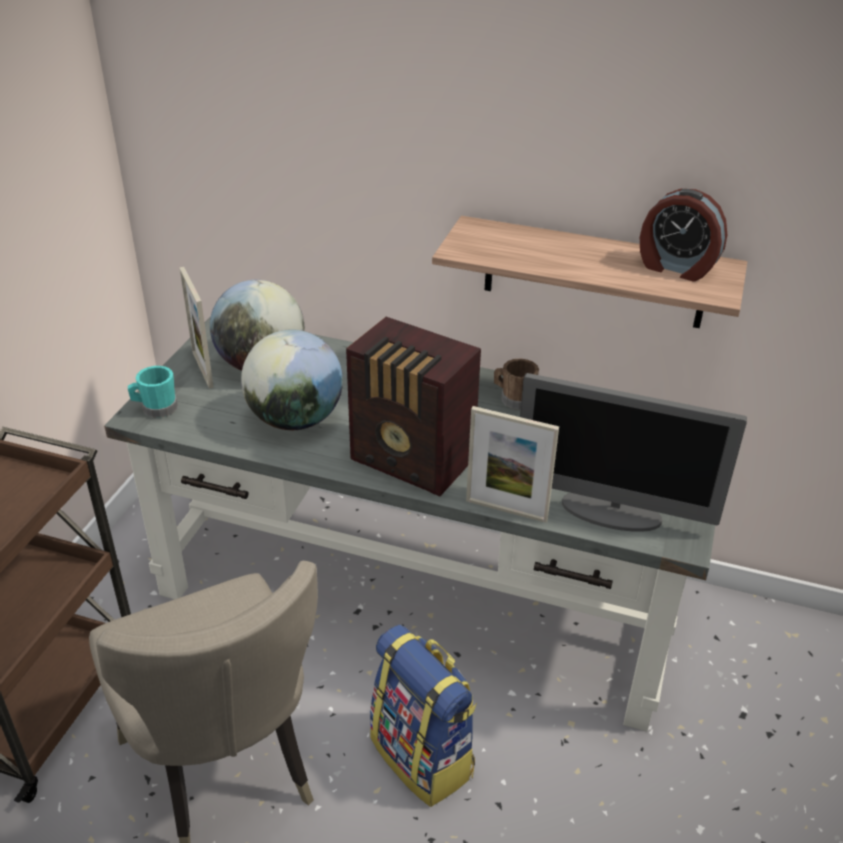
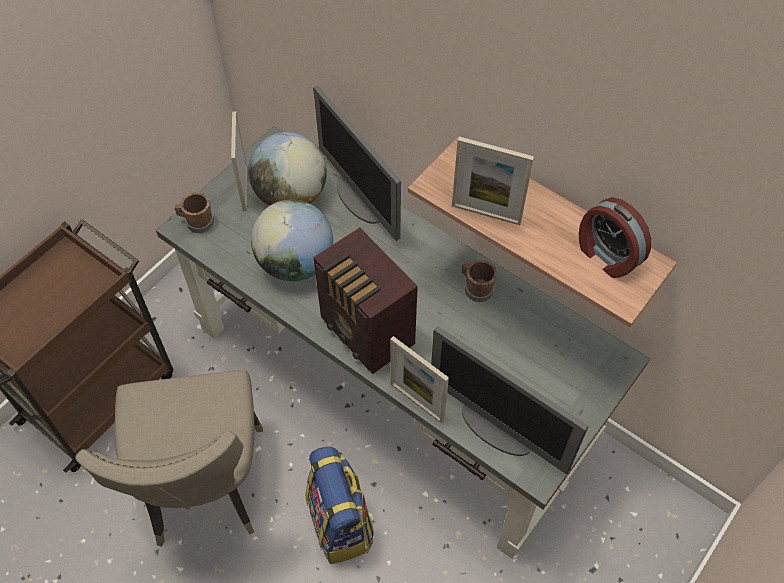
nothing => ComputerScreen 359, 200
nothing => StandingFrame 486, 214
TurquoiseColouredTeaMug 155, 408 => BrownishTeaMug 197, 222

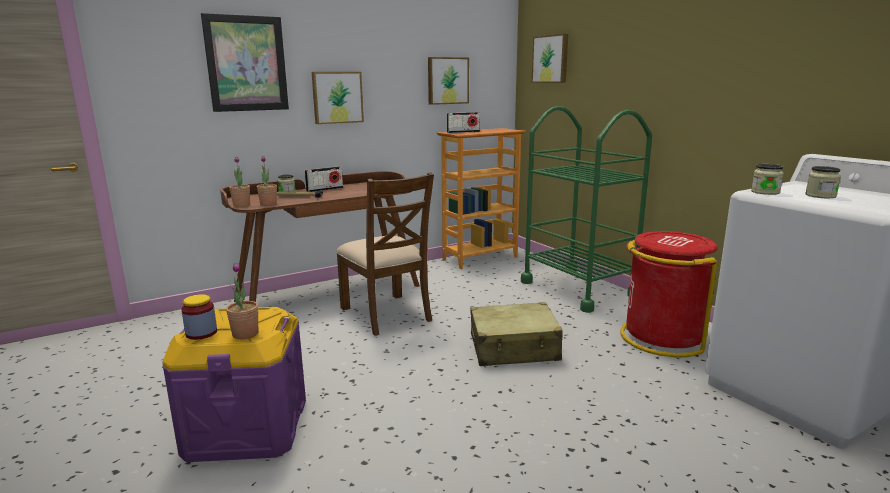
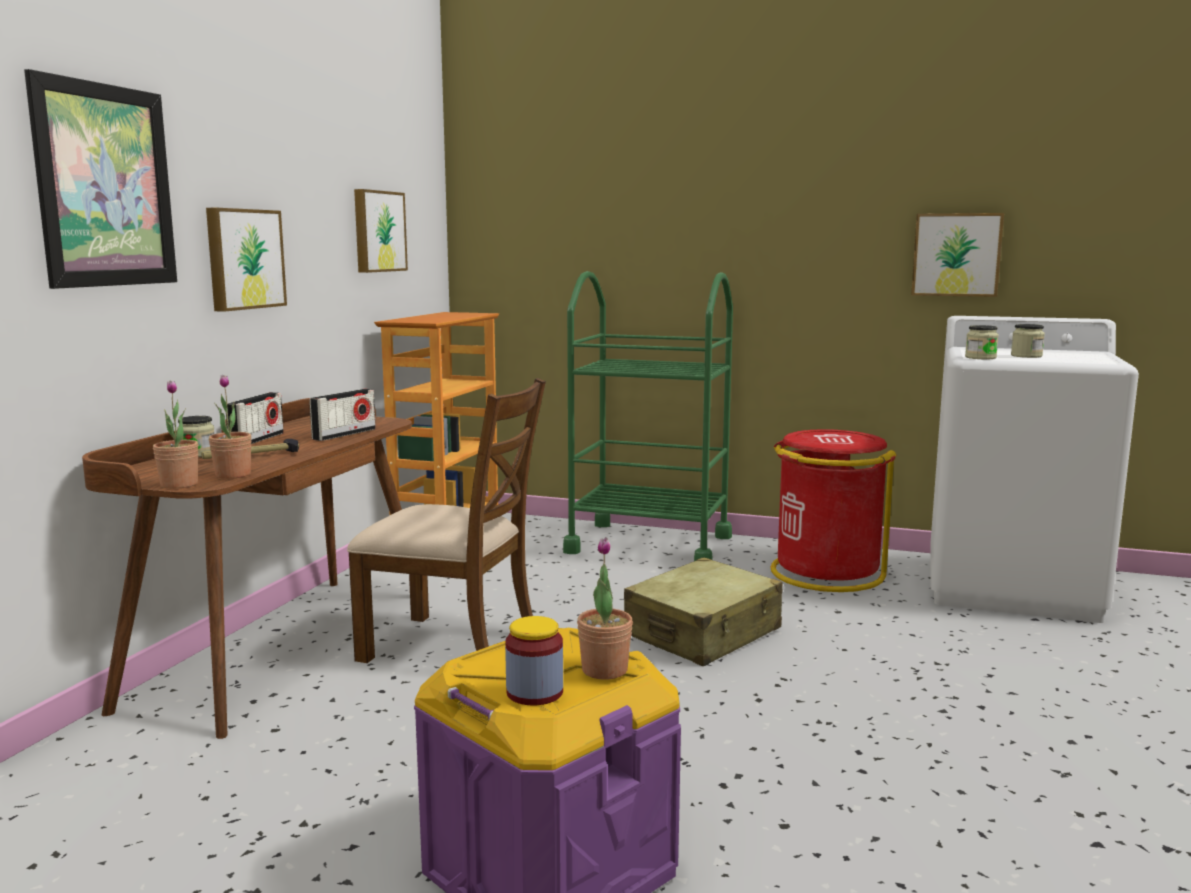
RadioSet 463, 132 => RadioSet 344, 434, move
WallArt 551, 59 => WallArt 956, 254, move

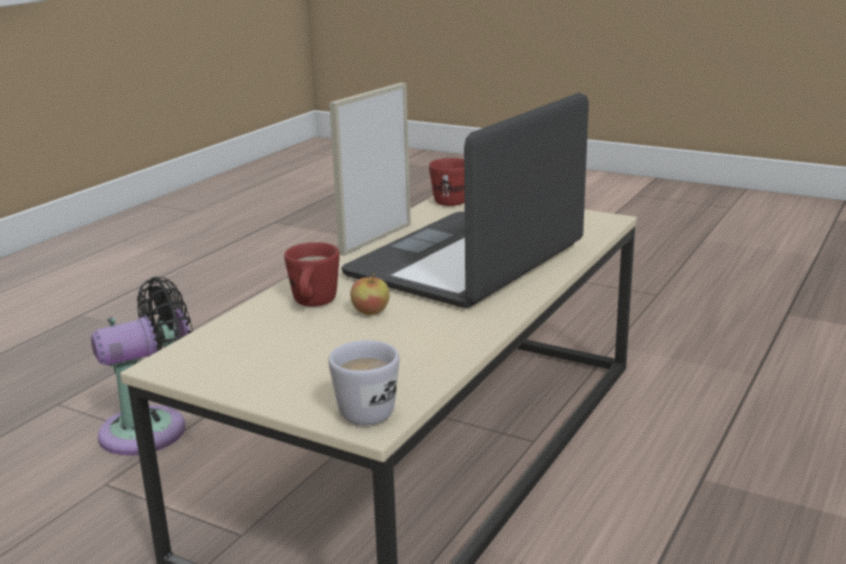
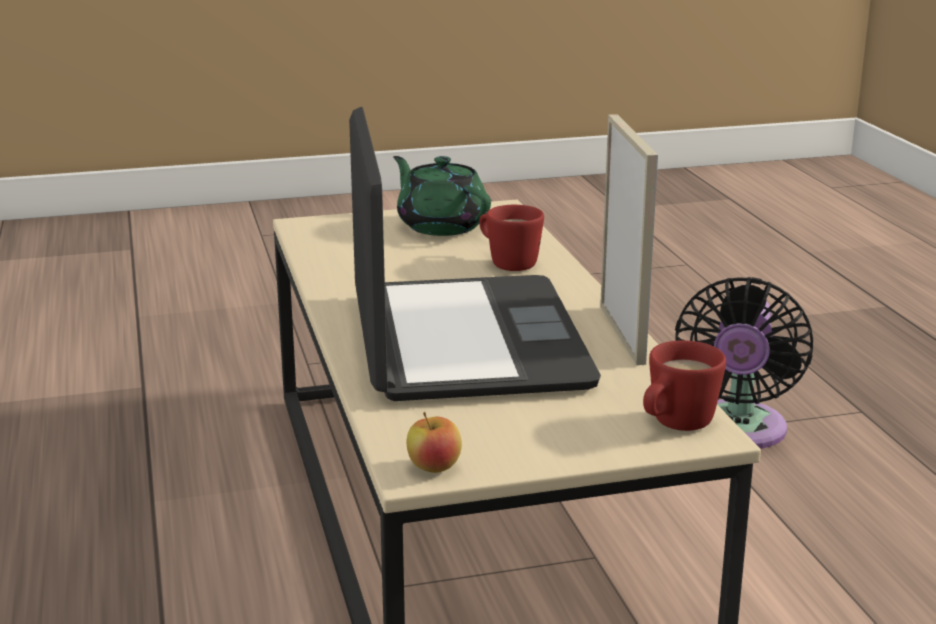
WhiteTeaMug 371, 408 => nothing
nothing => GreenColouredTeapot 441, 225
AppleFruit 371, 312 => AppleFruit 434, 468, move

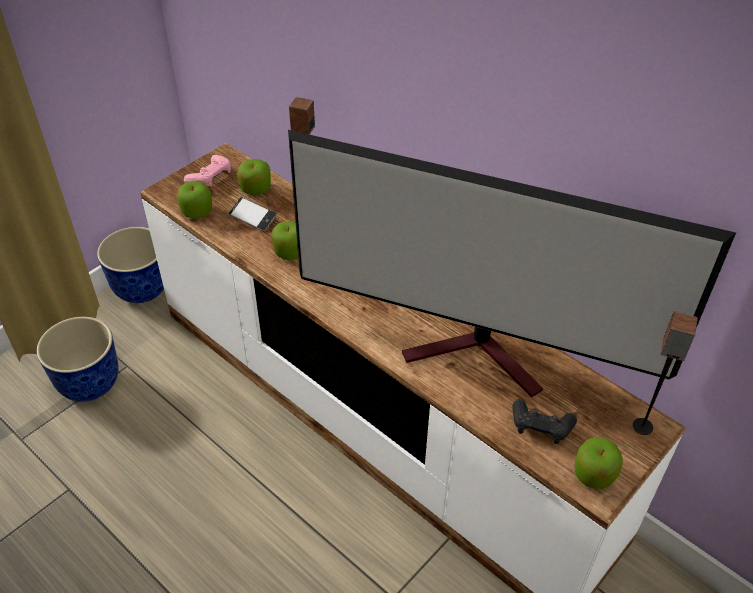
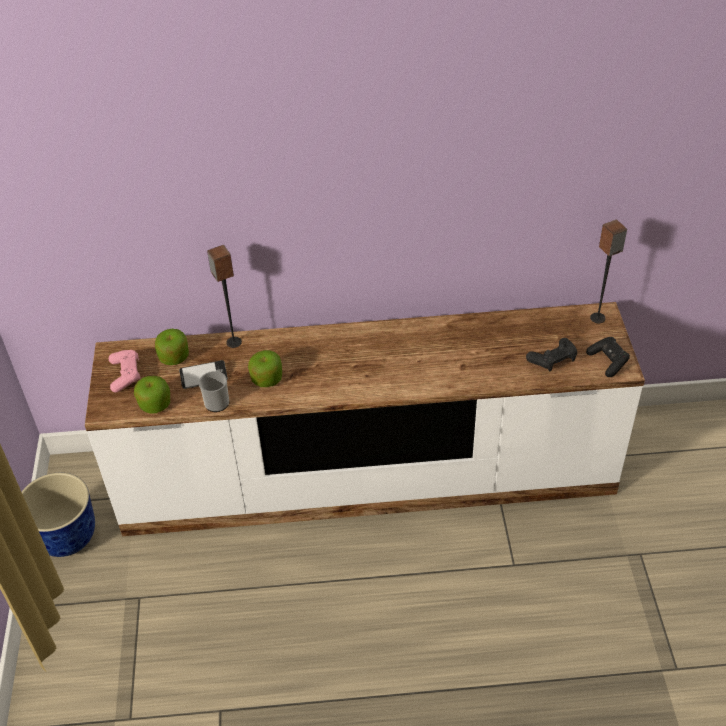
FlowerPot 91, 383 => nothing
TvSet 480, 356 => nothing
nothing => TeaMug 217, 400
AppleFruit 594, 474 => BlackGameController 608, 361

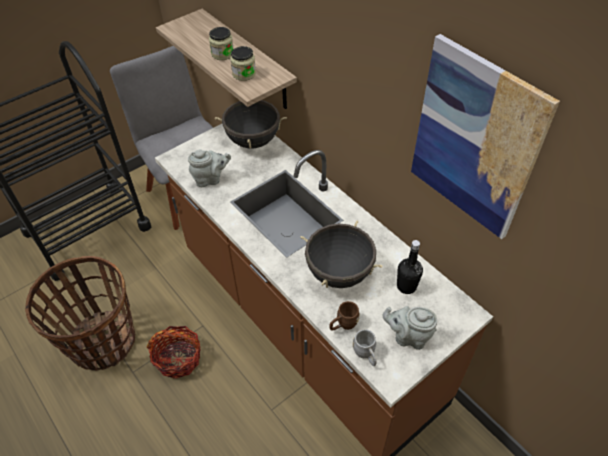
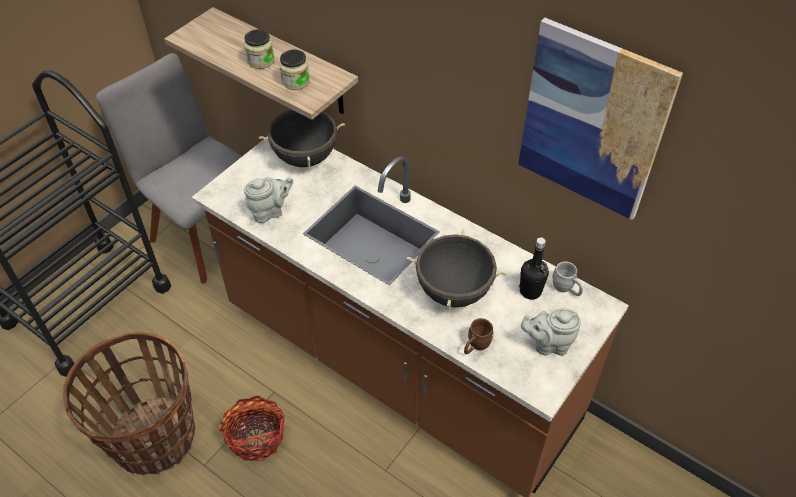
GreyishTeaMug 366, 355 => GreyishTeaMug 566, 289, move

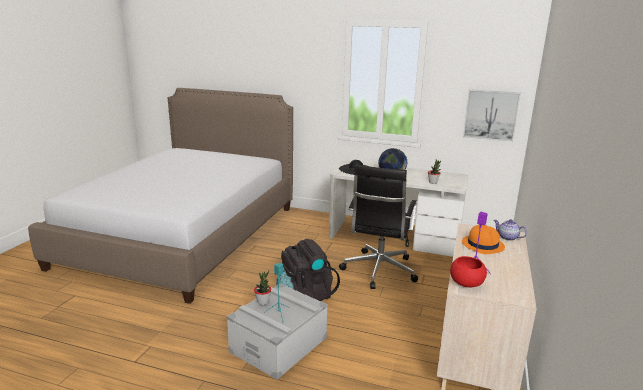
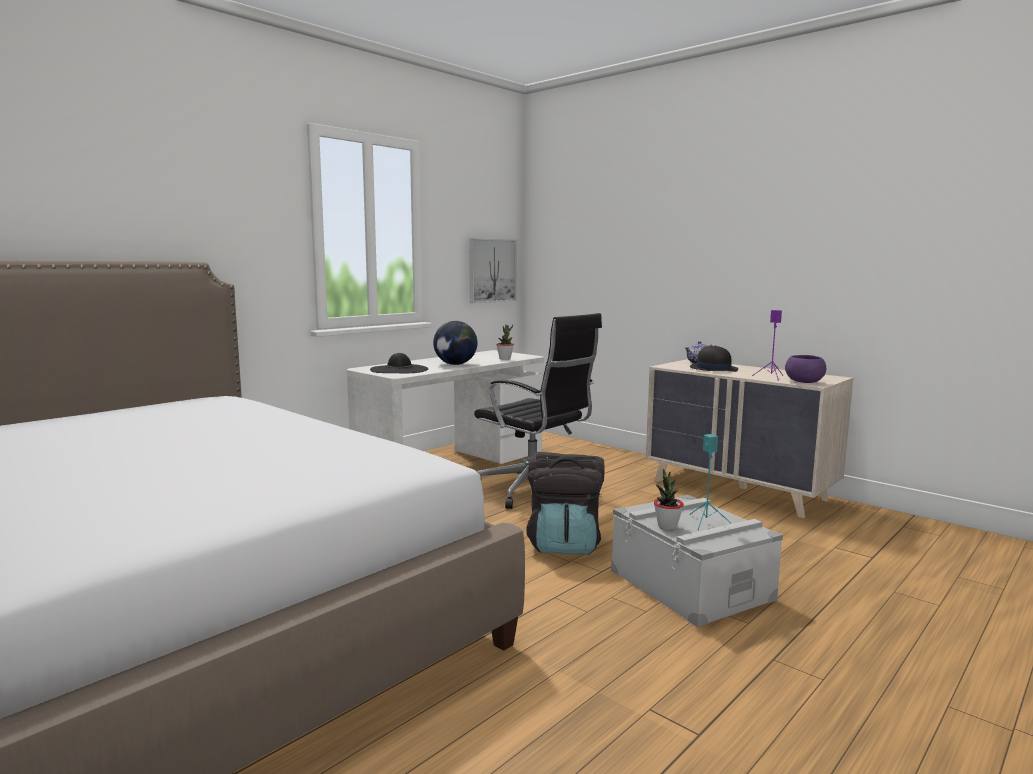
RedServingBowl 466, 283 => PurpleColouredServingBowl 804, 382
OrangeyWearableHat 482, 244 => BlackWearableHat 713, 369

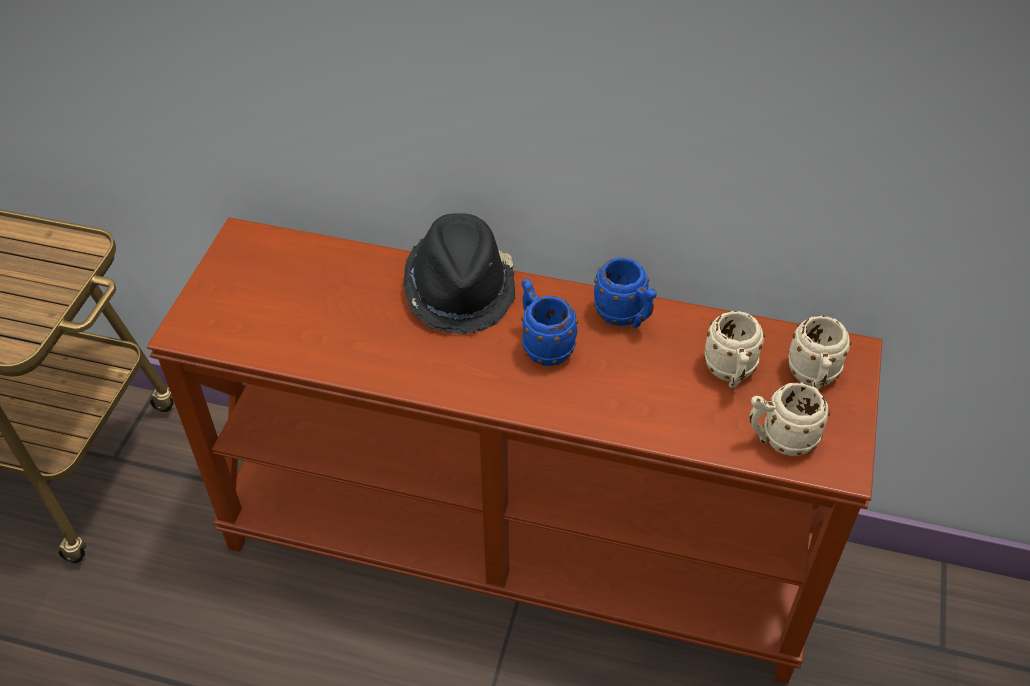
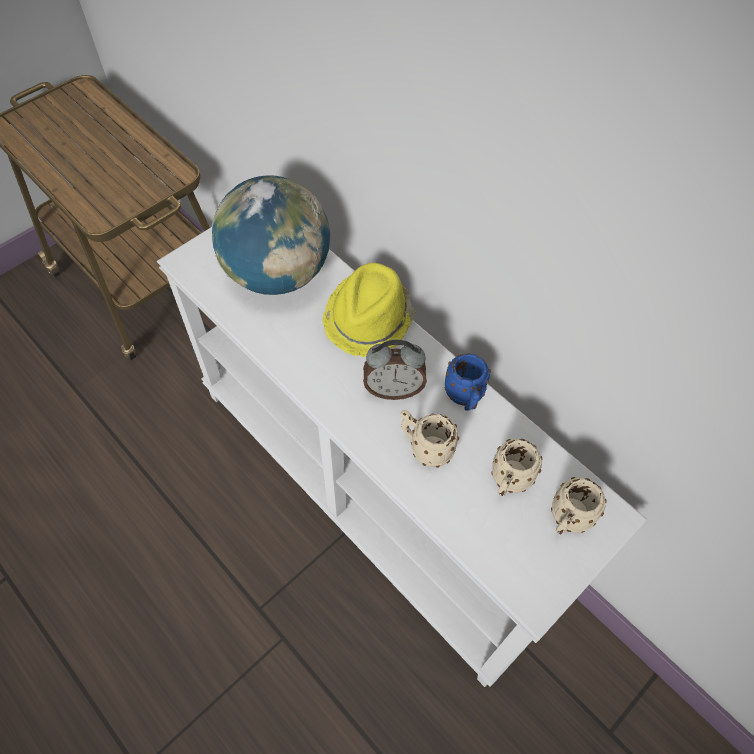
nothing => DeskGlobe 277, 274
BeigeTeaMug 779, 439 => BeigeTeaMug 425, 448, move
BlueTeaMug 543, 345 => BedsideClock 393, 389
BrownishNarrowTable 518, 545 => WhiteNarrowTable 376, 491
BlackWearableHat 460, 289 => YellowishWearableHat 369, 318

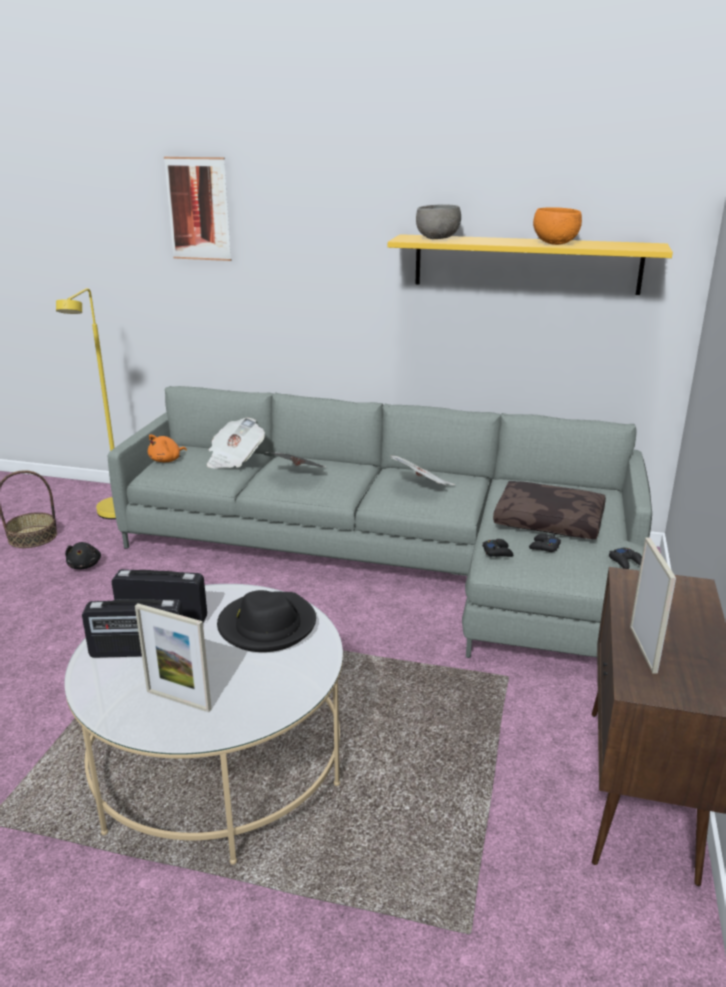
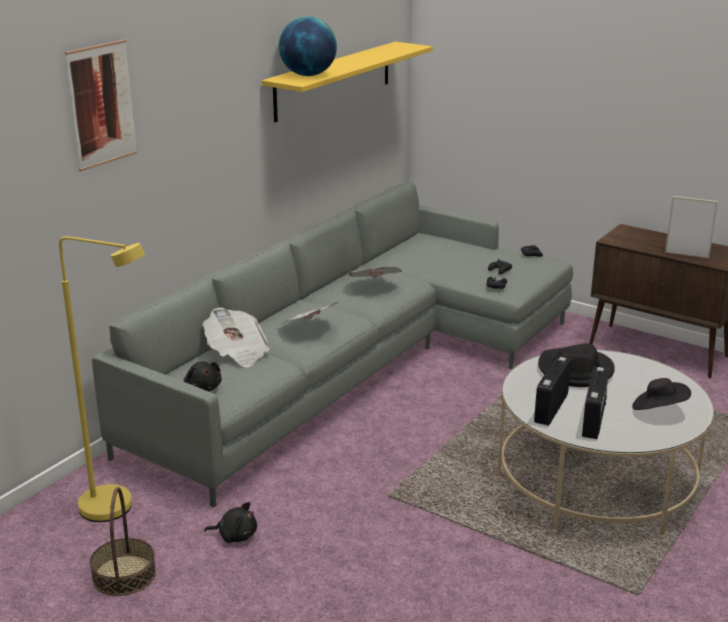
BrownishCushion 550, 521 => nothing
OrangeyServingBowl 555, 243 => nothing
StandingFrame 178, 700 => BlackWearableHat 658, 409
GreyishServingBowl 437, 239 => DeskGlobe 308, 75
OrangeySoftToy 167, 460 => BlackSoftToy 203, 388

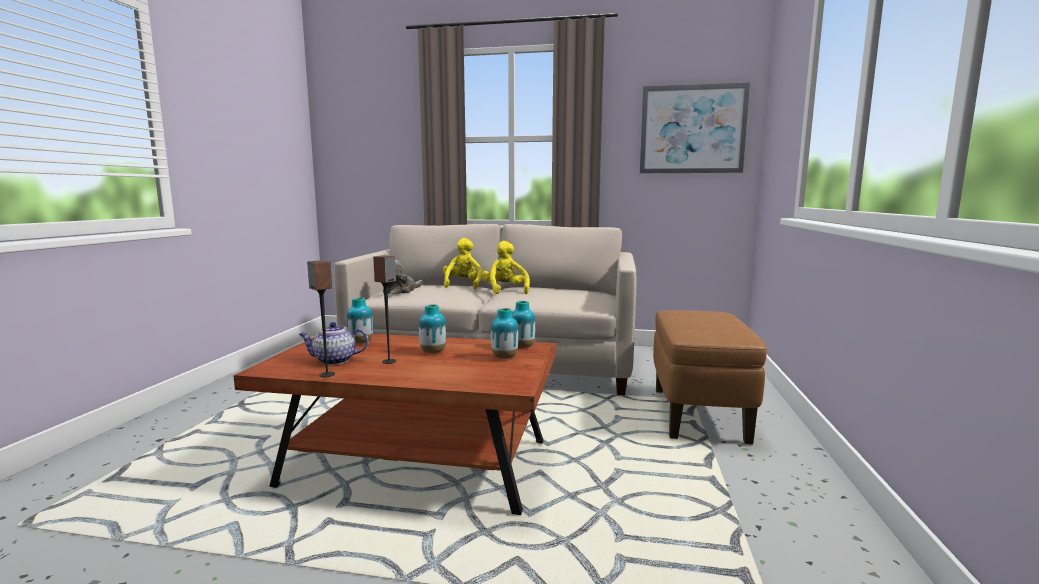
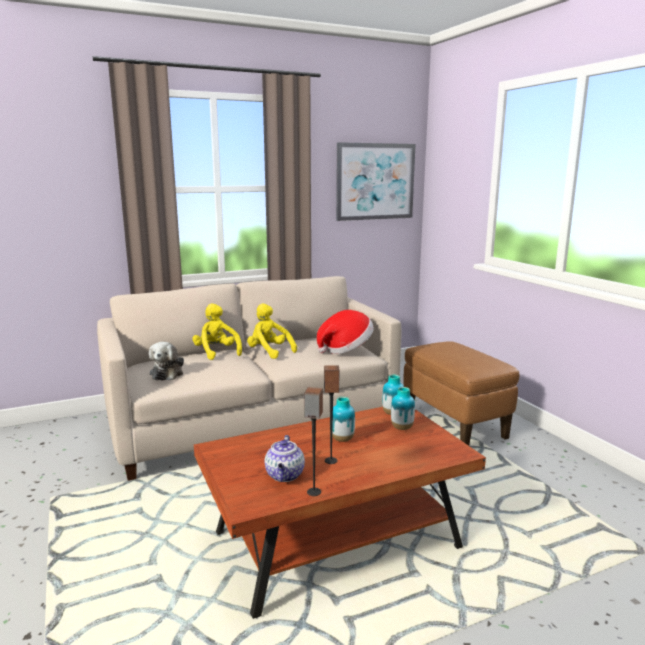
FlowerVase 361, 342 => nothing
nothing => WearableHat 345, 349
Teapot 334, 361 => Teapot 285, 476, 45 degrees counterclockwise

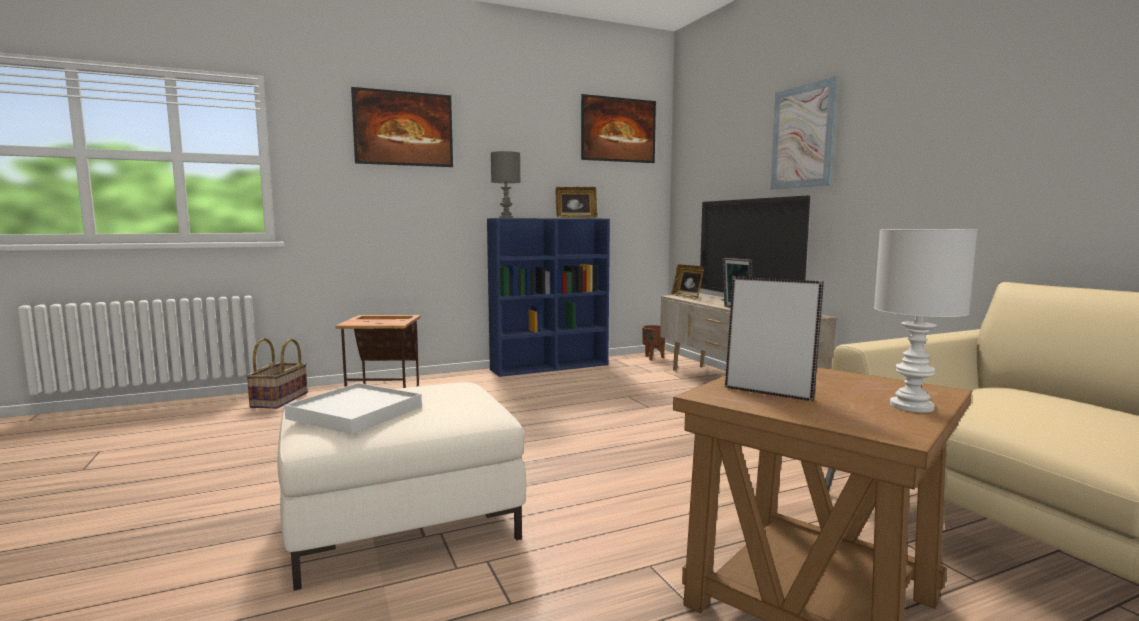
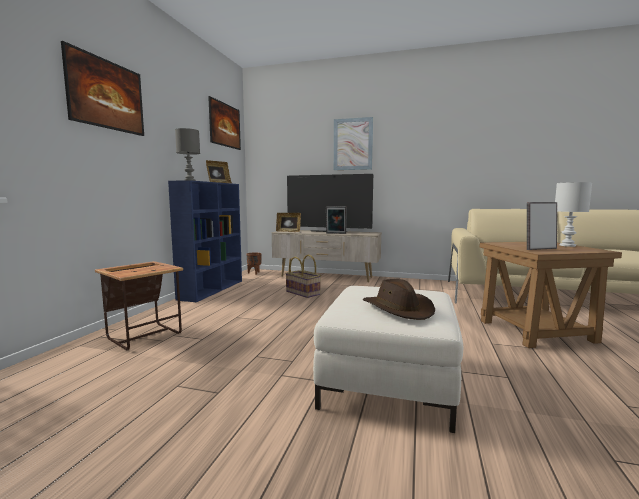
Basket 280, 400 => Basket 303, 293, move
WhiteCarryingTray 356, 413 => BrownishWearableHat 398, 308

